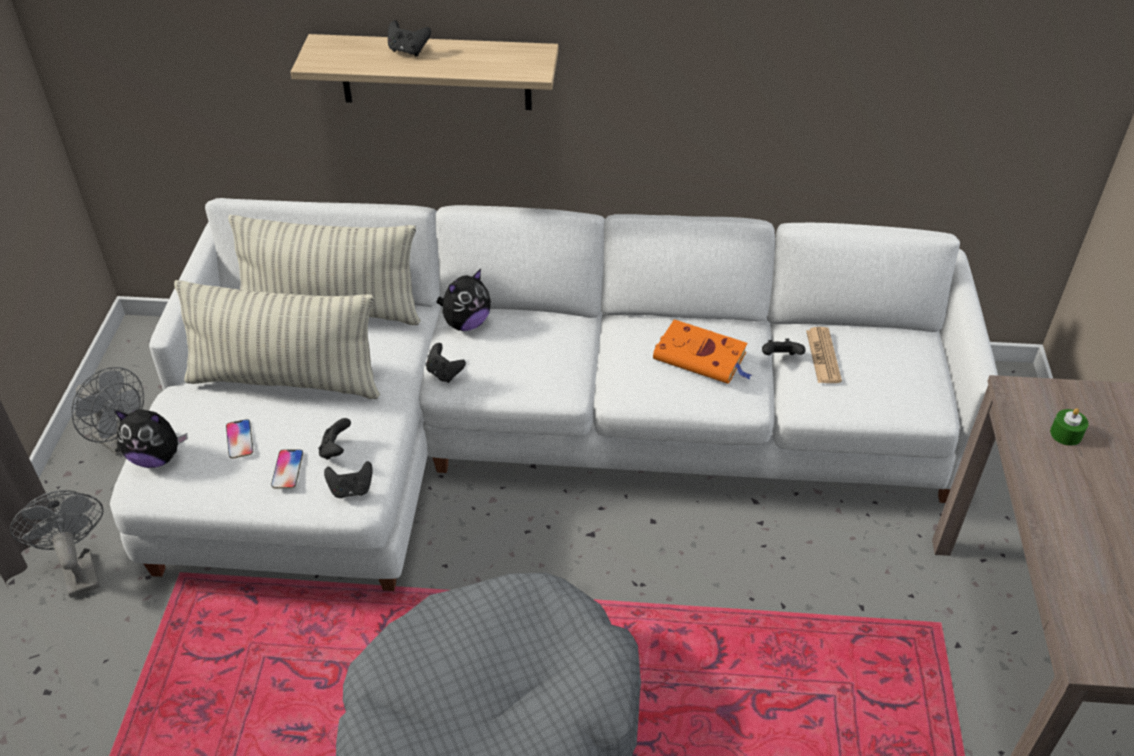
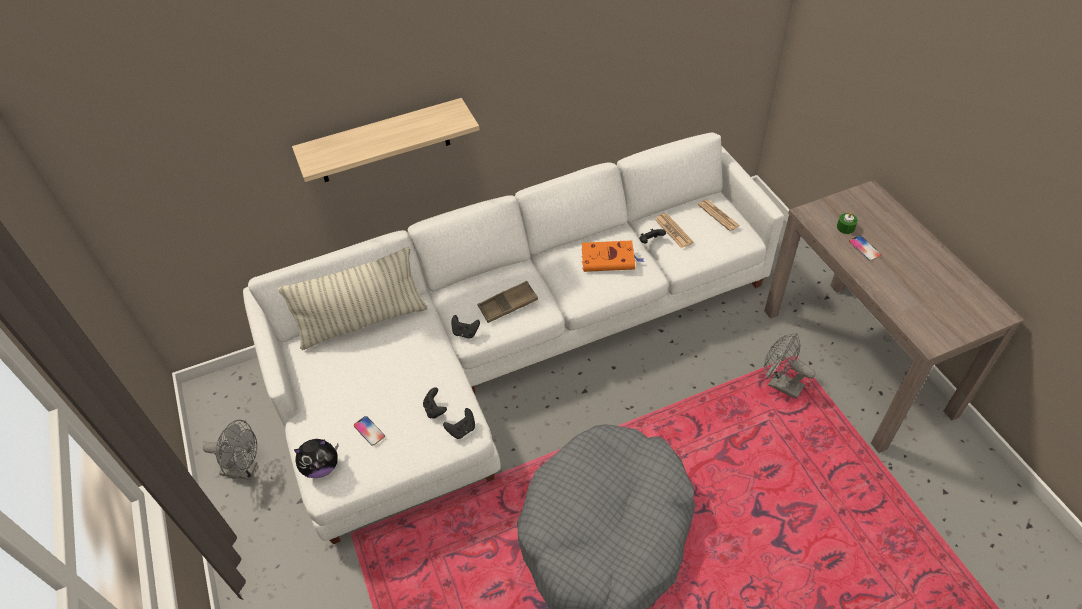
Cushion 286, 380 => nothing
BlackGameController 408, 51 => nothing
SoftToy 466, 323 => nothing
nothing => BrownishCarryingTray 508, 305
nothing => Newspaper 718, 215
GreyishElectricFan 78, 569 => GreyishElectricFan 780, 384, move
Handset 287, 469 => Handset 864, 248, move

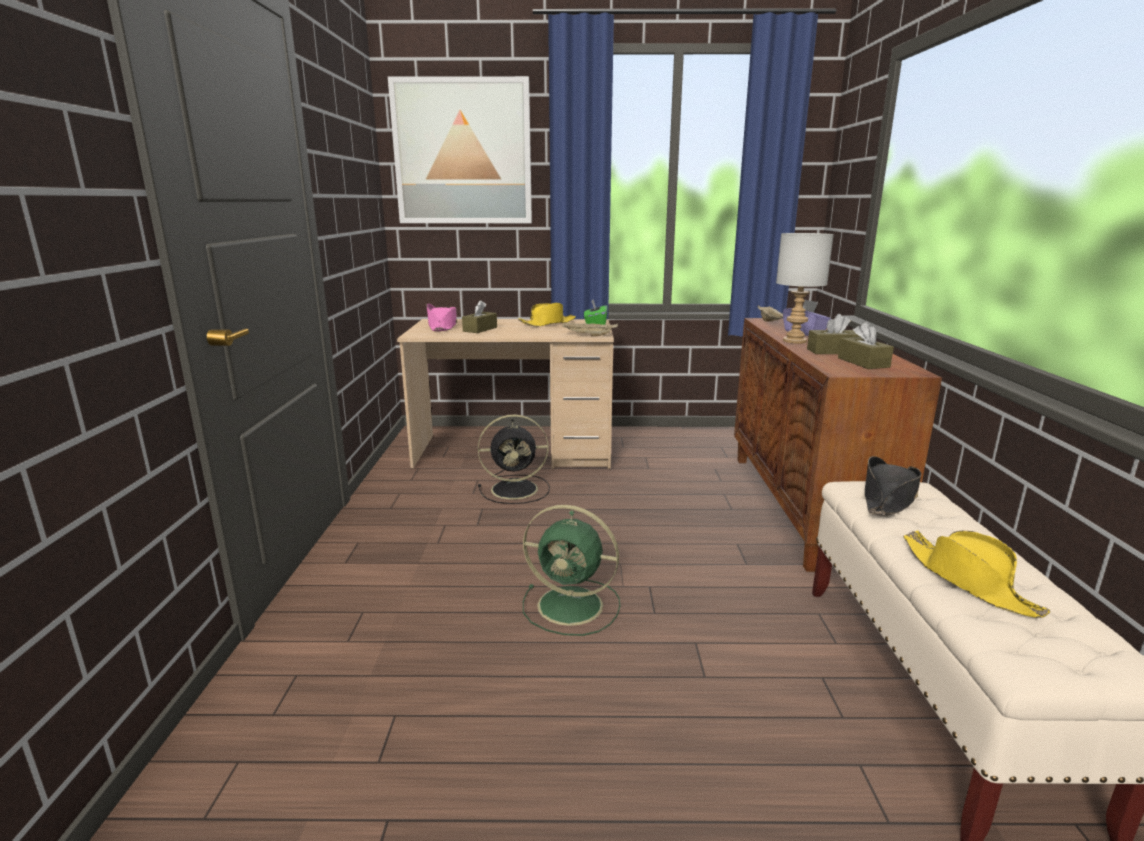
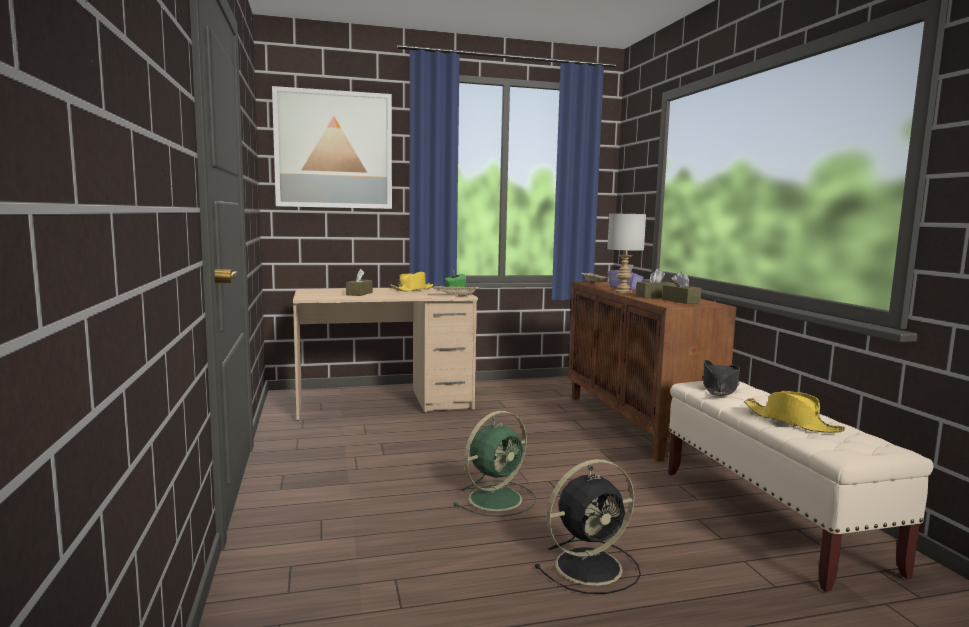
PinkWearableHat 442, 326 => nothing
BlackElectricFan 516, 489 => BlackElectricFan 591, 566, move
GreenColouredElectricFan 573, 606 => GreenColouredElectricFan 497, 498, 45 degrees counterclockwise

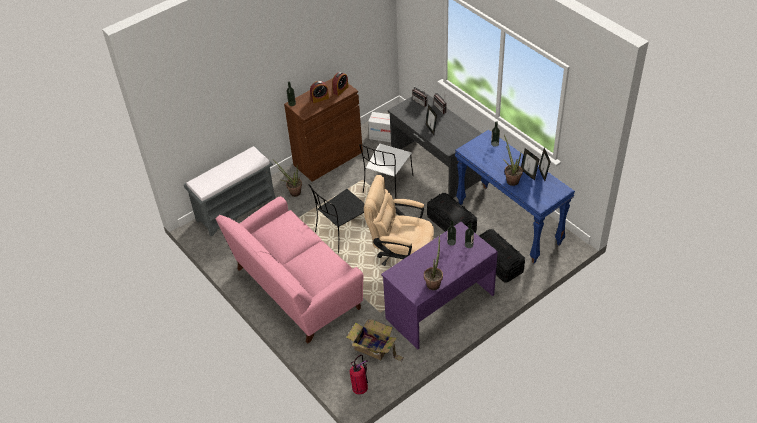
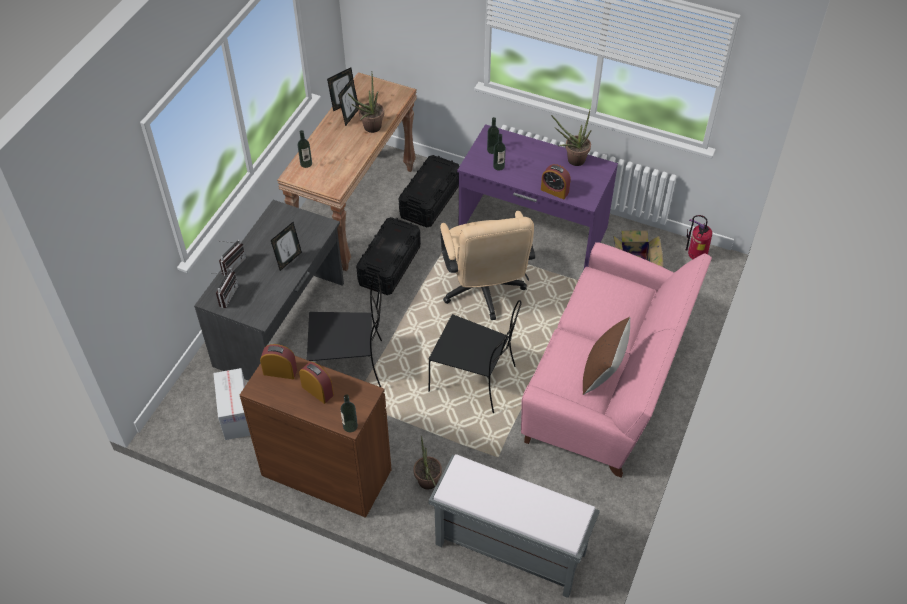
nothing => BedsideClock 554, 191
nothing => BrownishCushion 602, 373
WhiteChair 387, 185 => BlackChair 350, 366
BlueNarrowTable 509, 223 => BrownishNarrowTable 356, 210

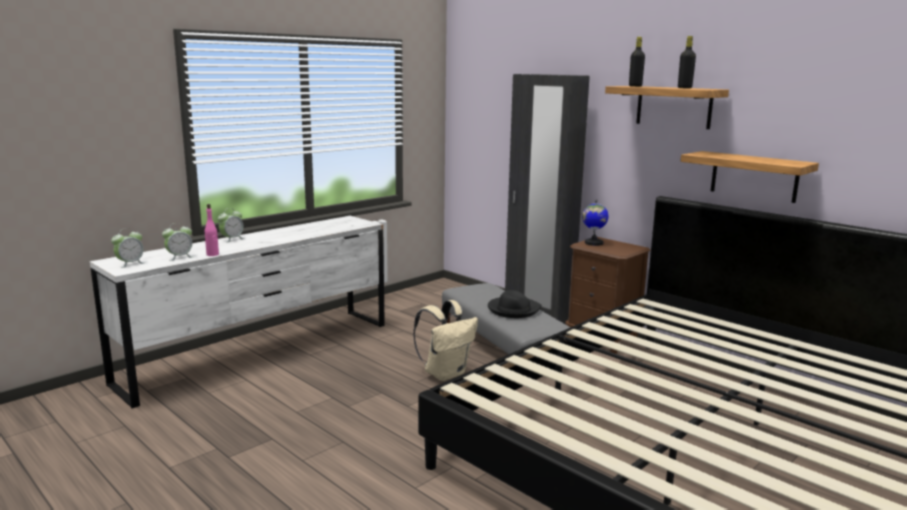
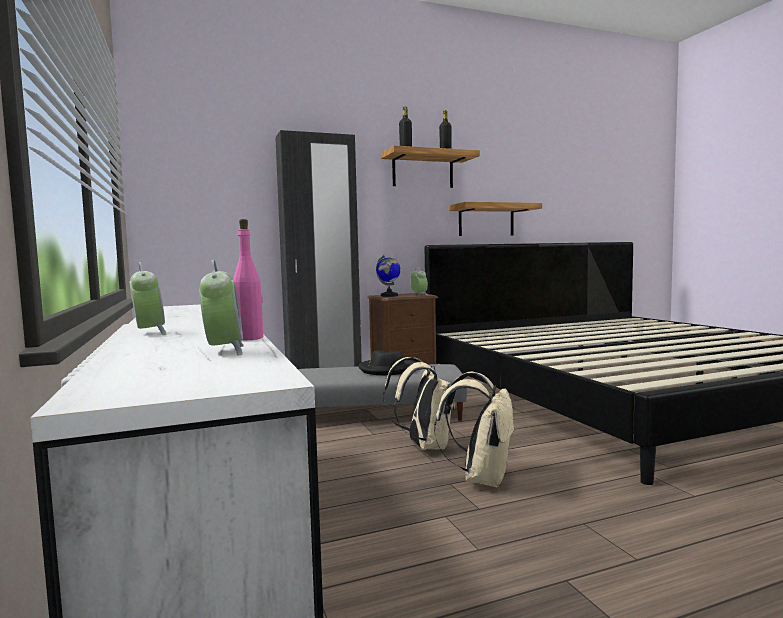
nothing => BeigeKnapsack 482, 478
BedsideClock 130, 264 => BedsideClock 419, 294, move

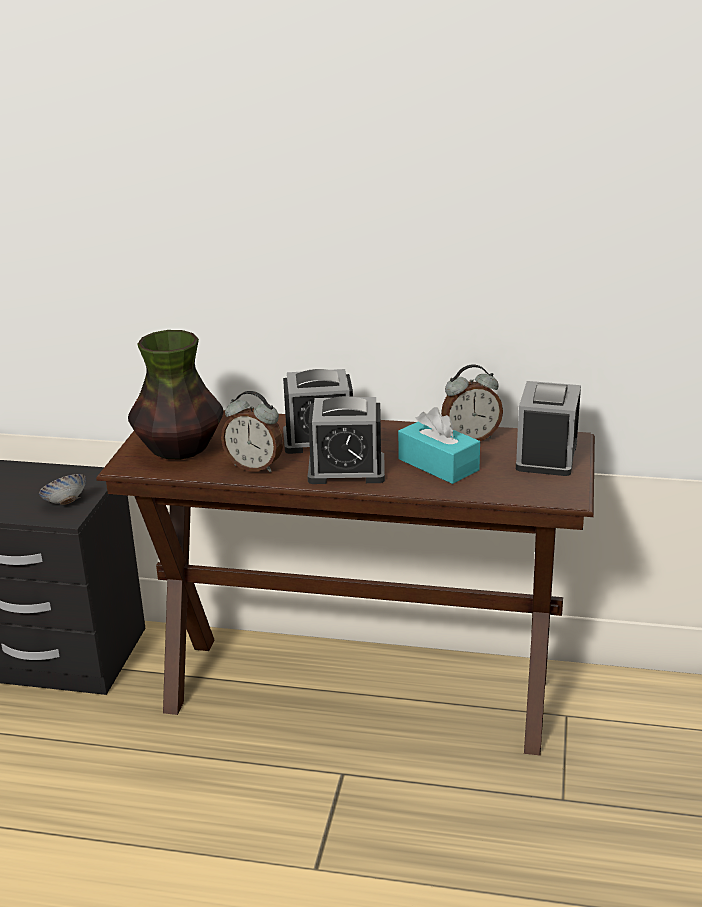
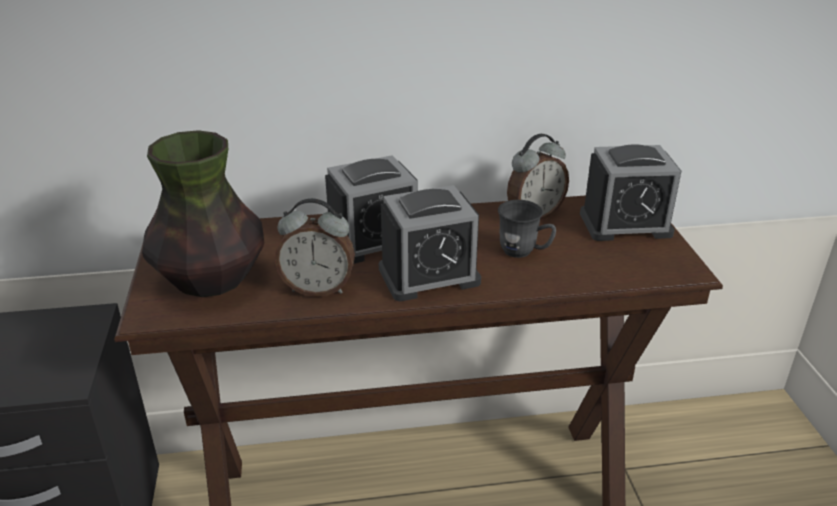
ServingBowl 65, 503 => nothing
TurquoiseColouredTissueHolder 438, 464 => GreyishTeaMug 524, 252
BedsideClock 546, 456 => BedsideClock 625, 224, 90 degrees counterclockwise

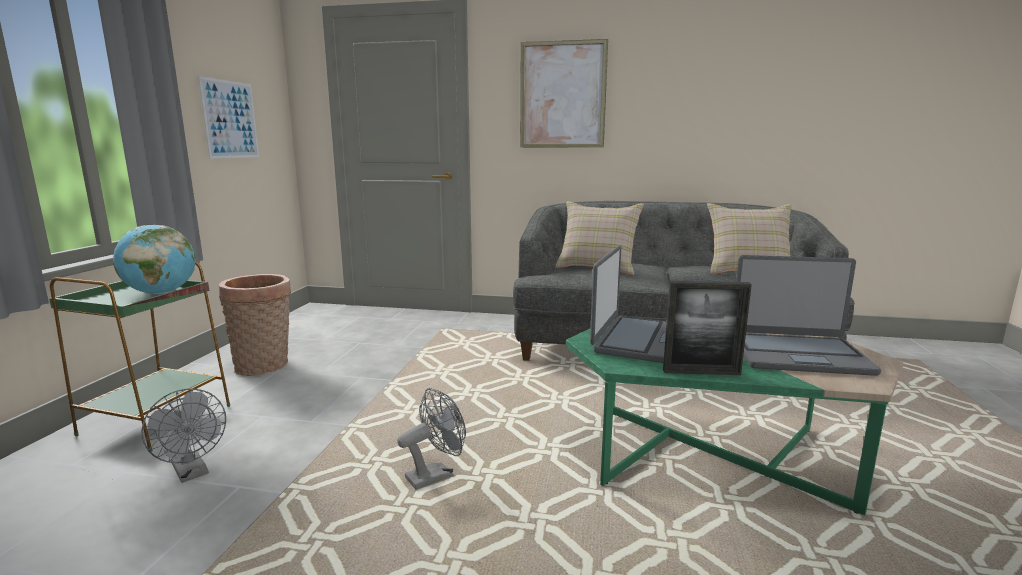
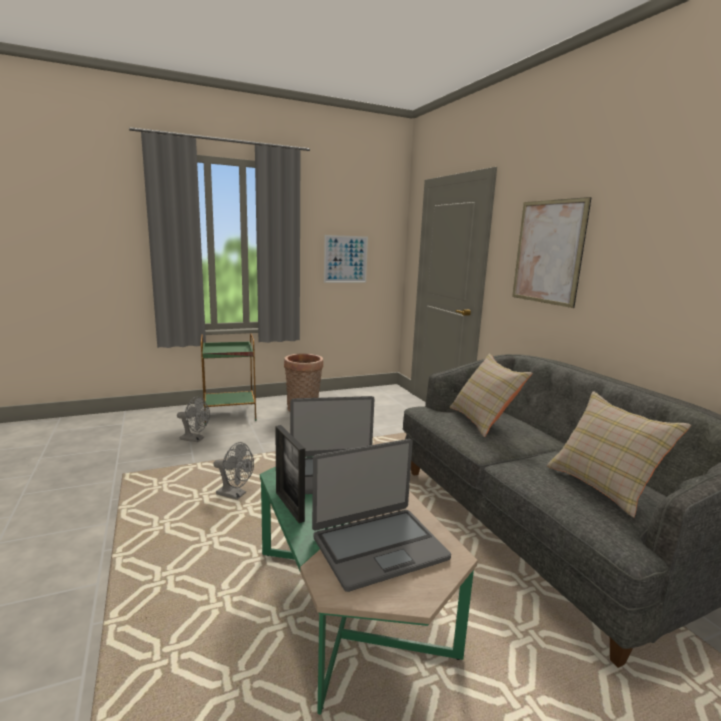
DeskGlobe 161, 293 => nothing
GreyishElectricFan 193, 472 => GreyishElectricFan 195, 439, 90 degrees counterclockwise
NotebookComputer 797, 354 => NotebookComputer 378, 547, 90 degrees counterclockwise

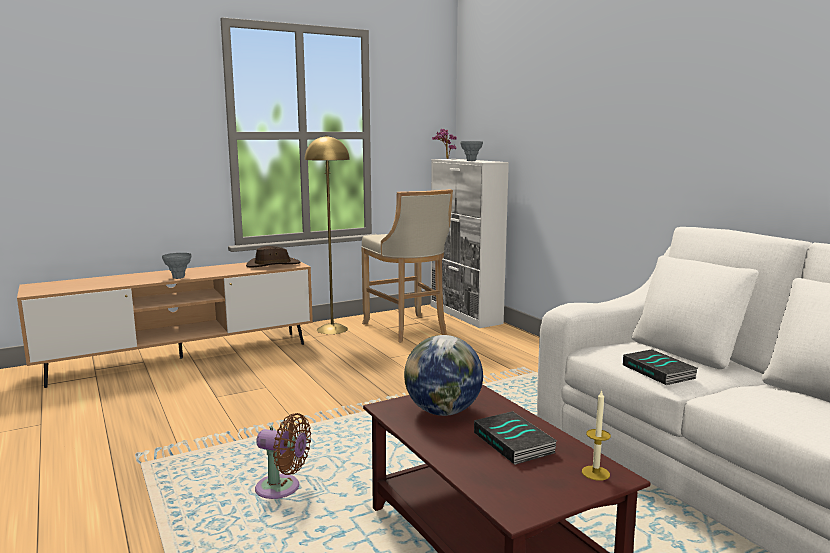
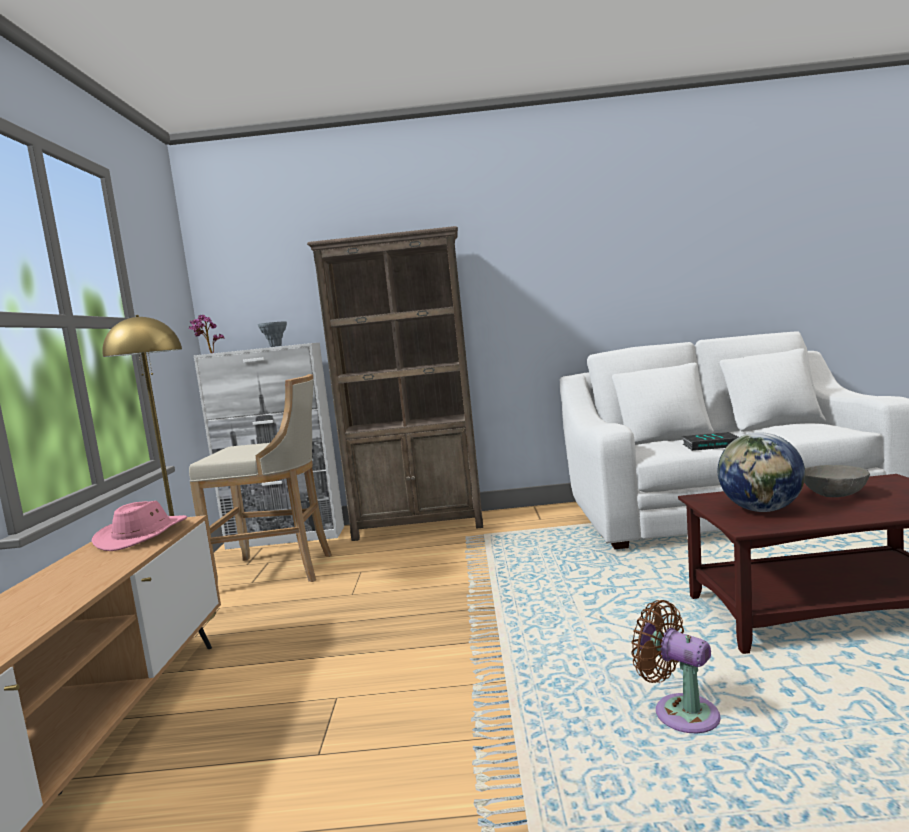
GreyishFlowerVase 178, 278 => nothing
Candle 595, 473 => nothing
nothing => BrownishBookshelf 419, 526
Volume 515, 443 => GreyishServingBowl 835, 495
BrownishWearableHat 273, 265 => PinkWearableHat 143, 535
BrownishElectricFan 282, 489 => BrownishElectricFan 680, 712, 90 degrees counterclockwise

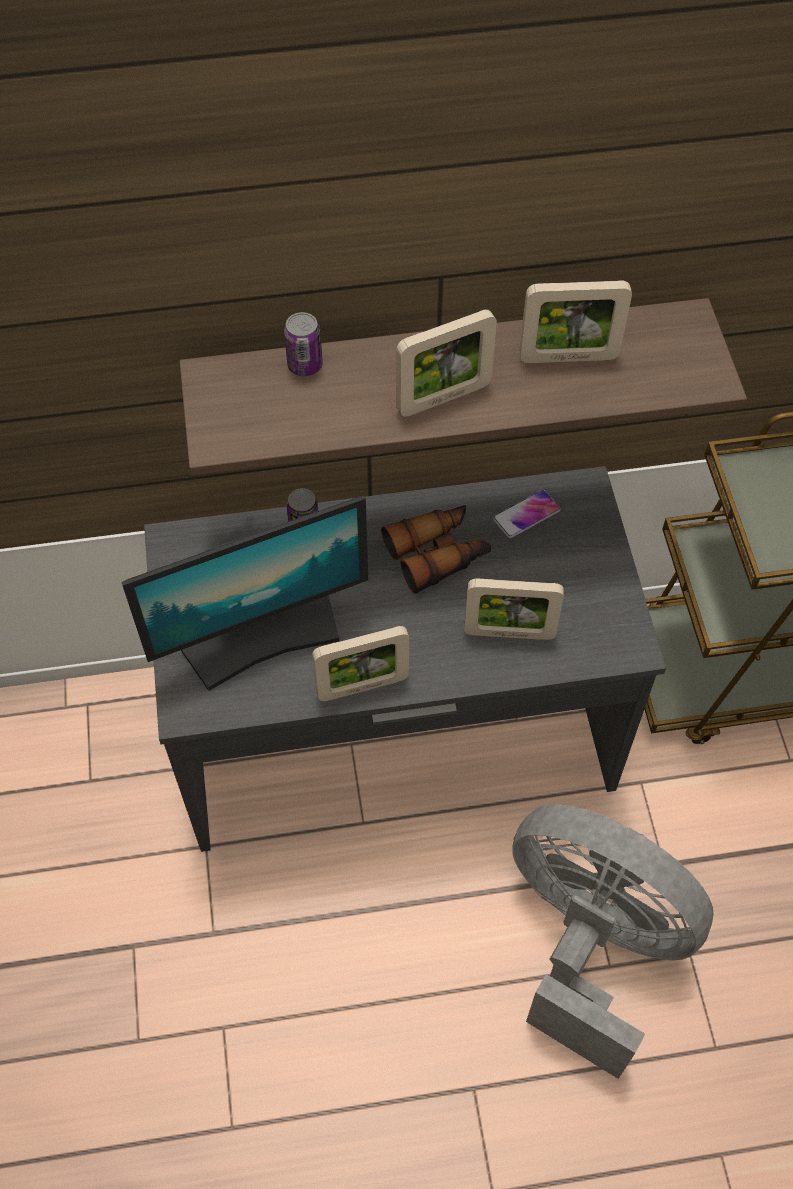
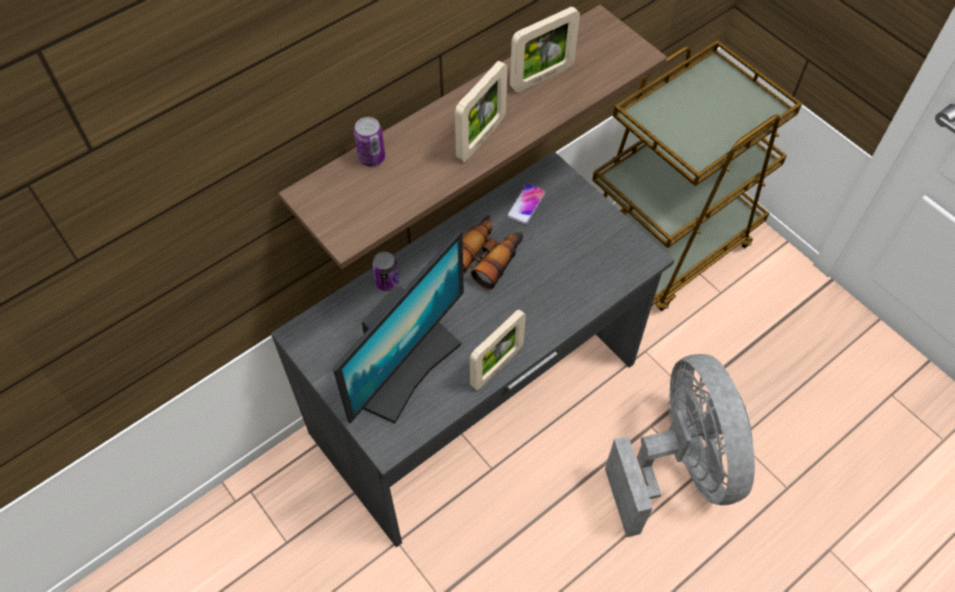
StandingFrame 509, 633 => nothing
GreyishElectricFan 590, 943 => GreyishElectricFan 678, 466, 75 degrees clockwise

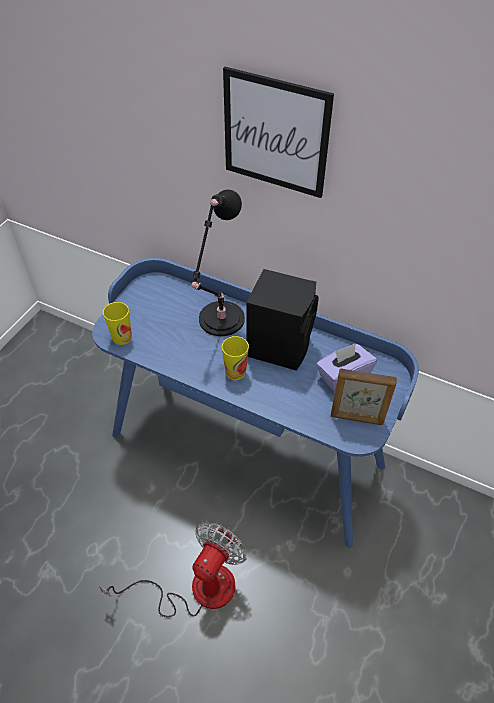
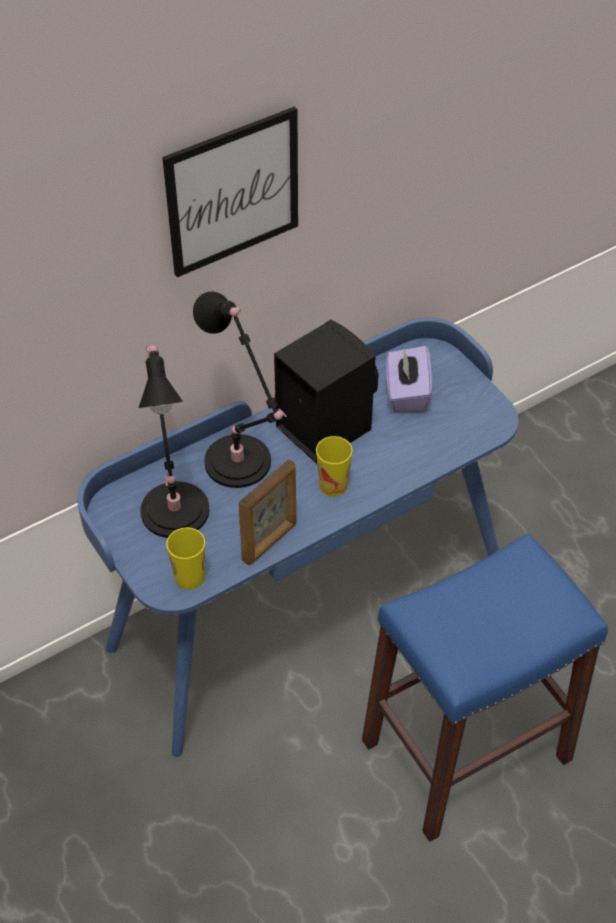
nothing => BlackTableLamp 174, 505
StandingFrame 357, 418 => StandingFrame 270, 542, move
ElectricFan 196, 588 => BlueStoolSeat 465, 750

